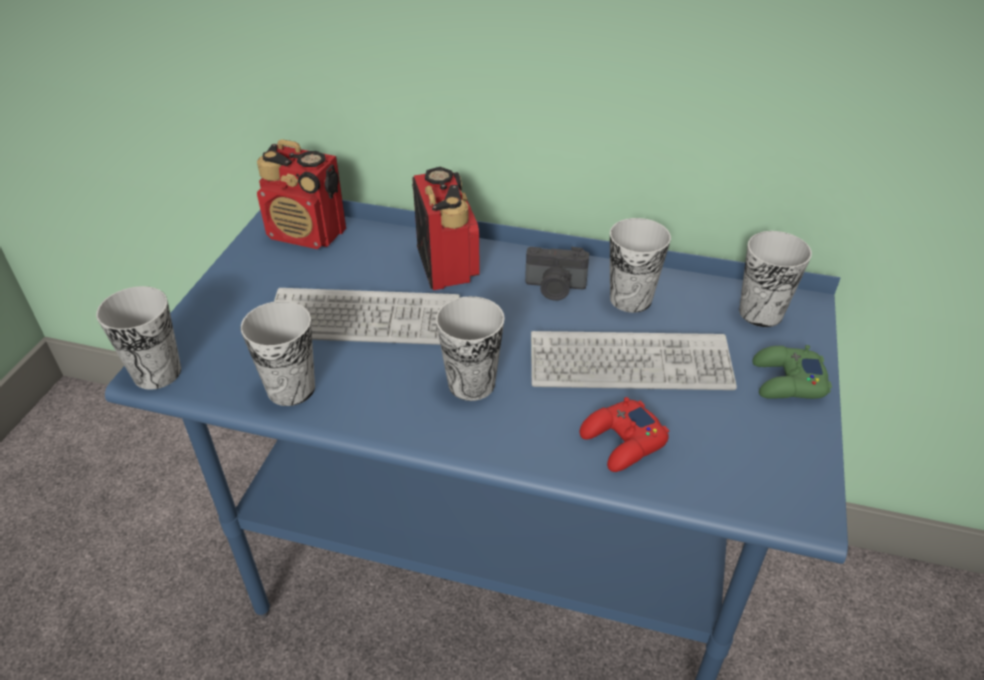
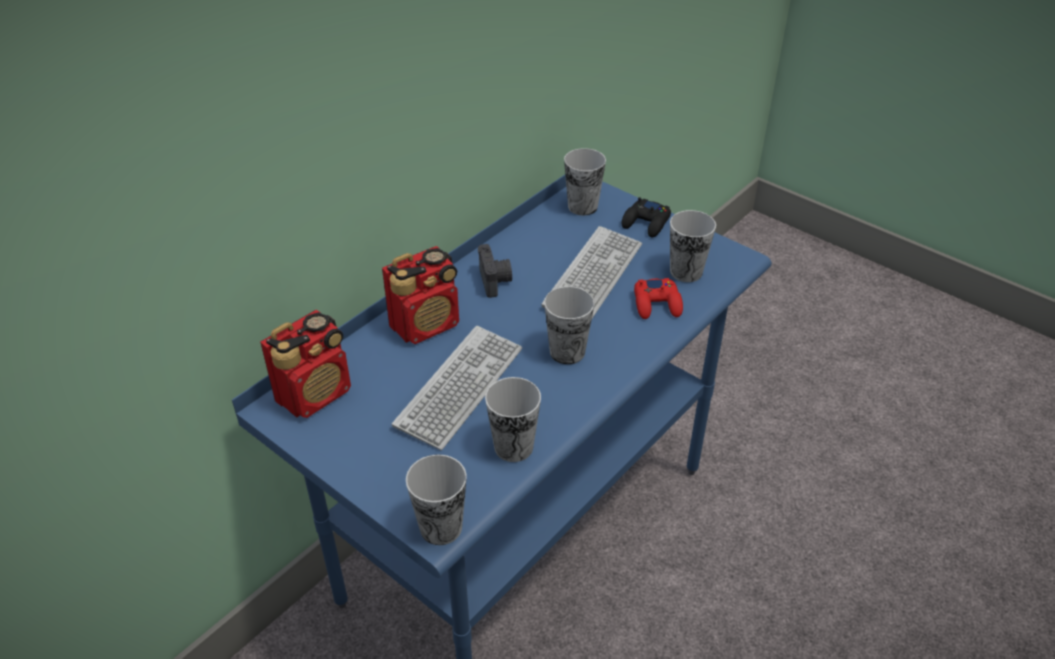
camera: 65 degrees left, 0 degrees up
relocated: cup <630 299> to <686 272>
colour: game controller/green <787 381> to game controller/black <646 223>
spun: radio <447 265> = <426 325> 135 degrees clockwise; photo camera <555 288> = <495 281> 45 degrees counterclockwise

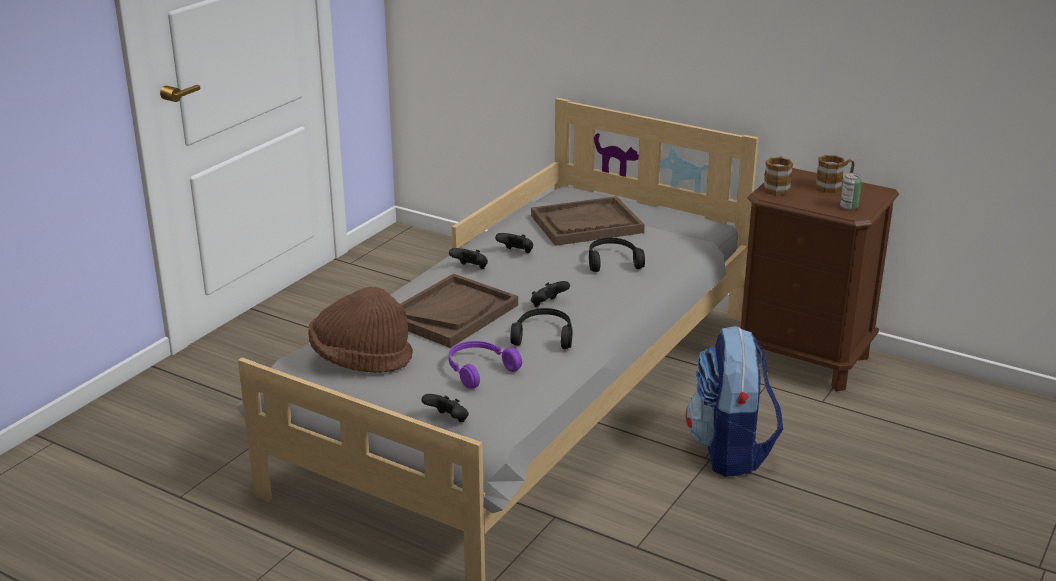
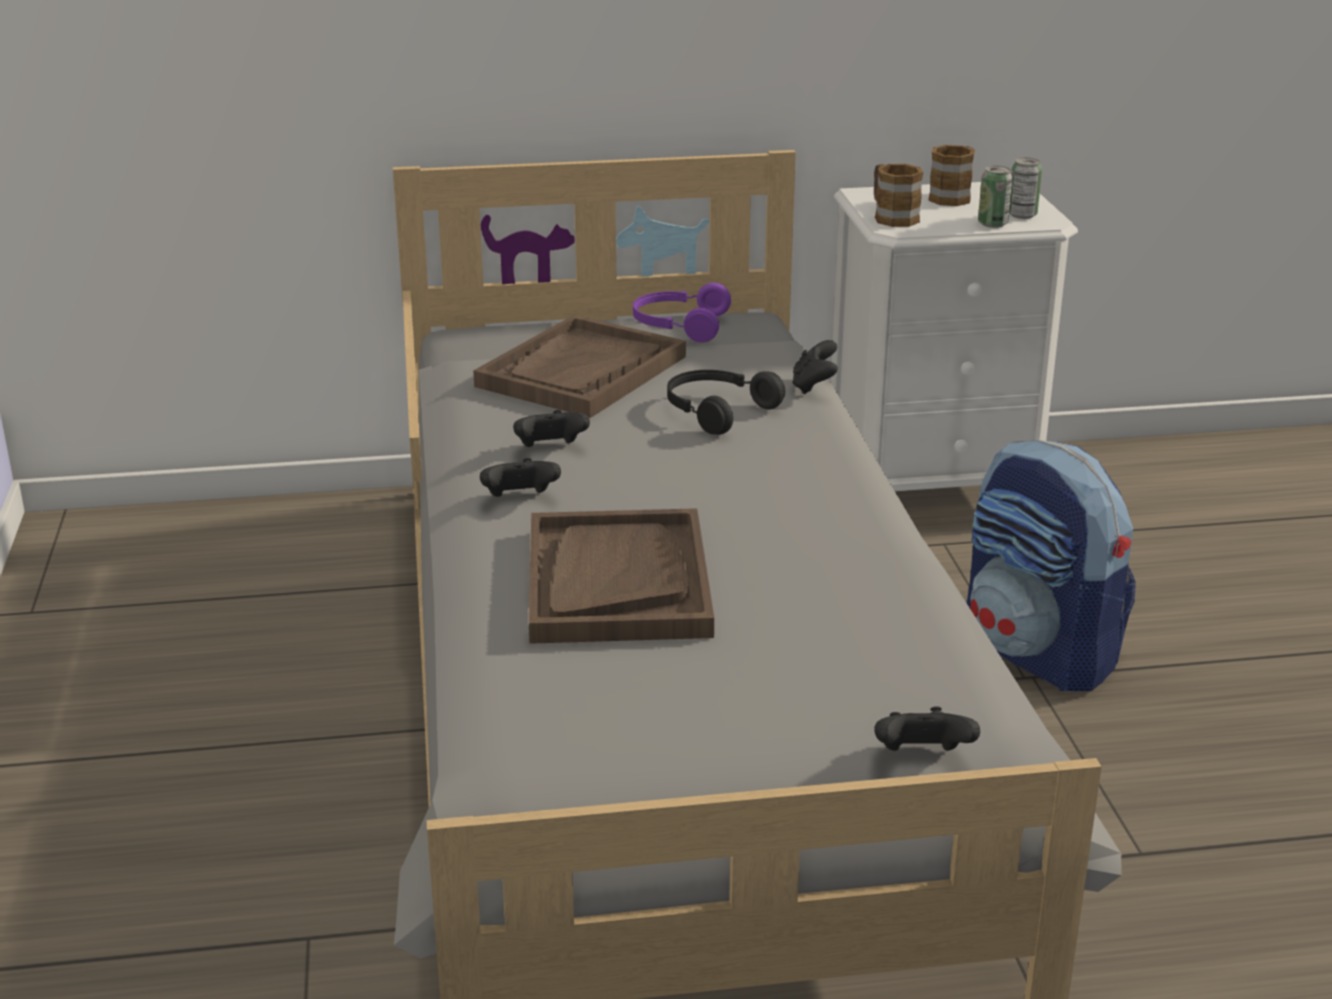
camera: 40 degrees left, 0 degrees up
missing: hat/brown <361 359>; headphones/black <544 336>
appeared: can <992 224>
relocated: headphones/purple <478 370> to <679 326>; game controller/black <548 305> to <814 386>
colour: nightstand/brown <804 359> to nightstand/white <934 490>

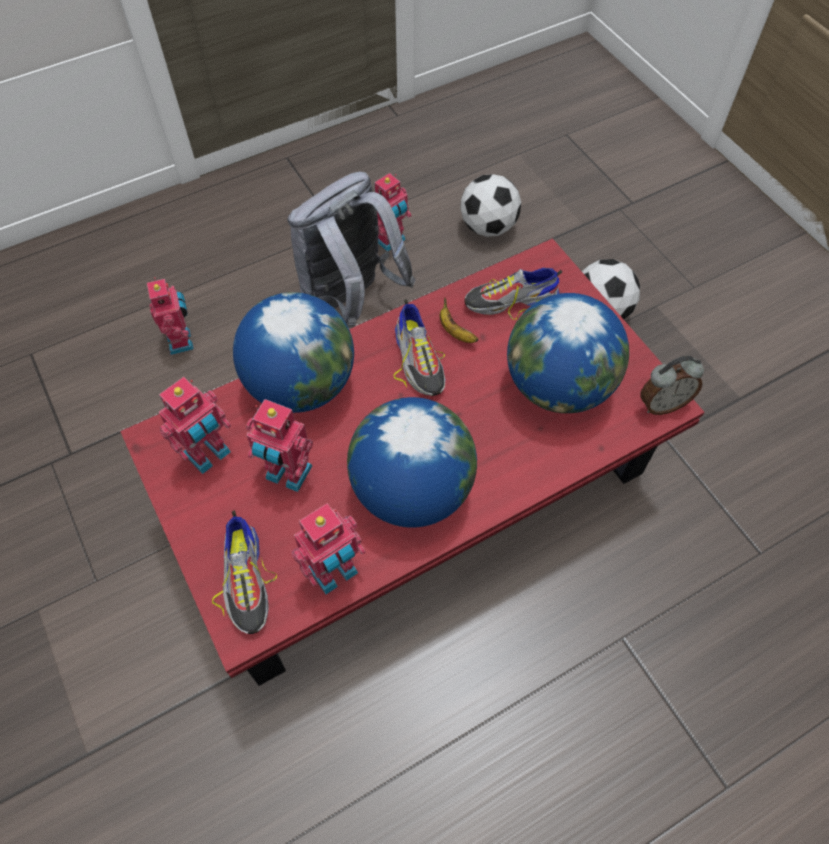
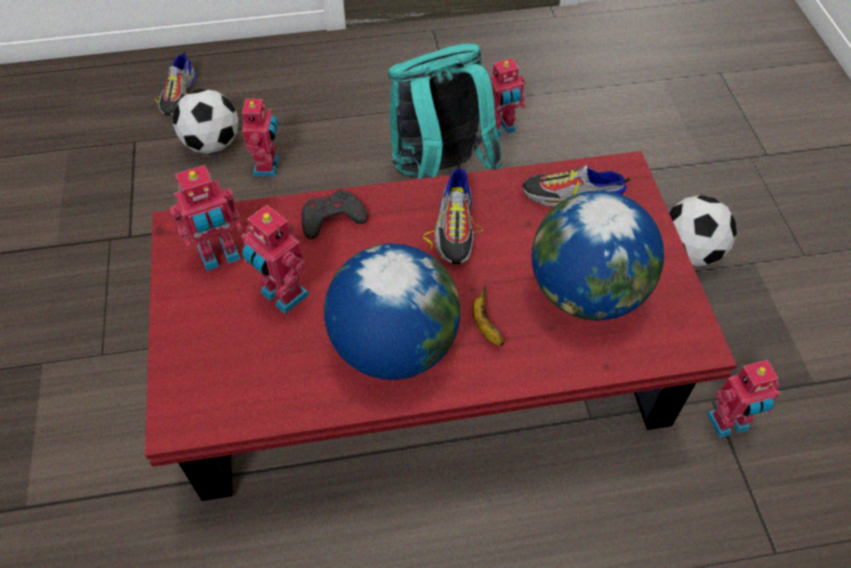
camera: 20 degrees right, 5 degrees down
missing: alarm clock <662 404>
relocated: shoe <246 580> to <179 94>; toy robot <334 573> to <728 424>; banana <455 332> to <485 326>; football <488 227> to <212 144>
exchanged: globe <301 385> to game controller/grey <332 218>
colour: backpack/grey <350 300> to backpack/turquoise <439 172>

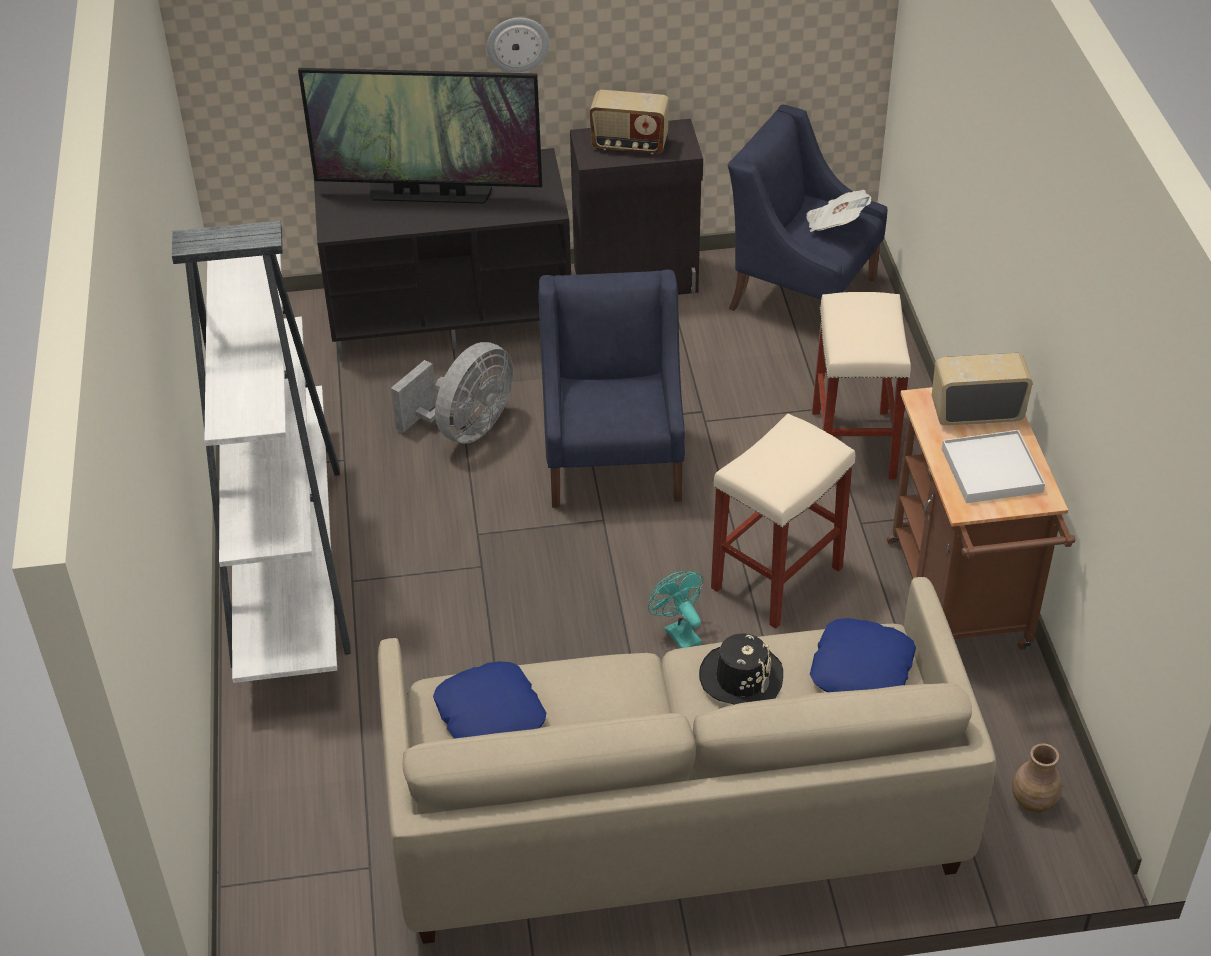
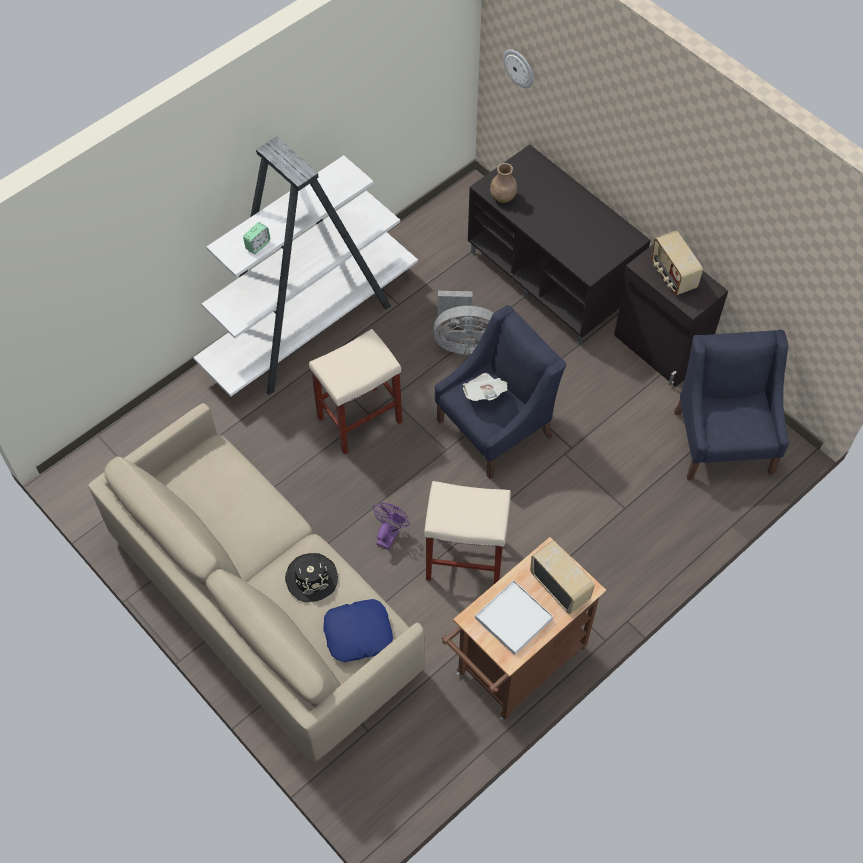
camera: 55 degrees right, 15 degrees up
missing: television <429 194>; pillow/blue <489 715>
appeared: alarm clock <258 245>
relocated: wall clock <517 43> to <519 68>; newspaper <835 224> to <484 393>; stool/beige <852 443> to <360 418>; vase/brown <1034 801> to <503 197>
colour: fan/turquoise <678 632> to fan/purple <389 534>

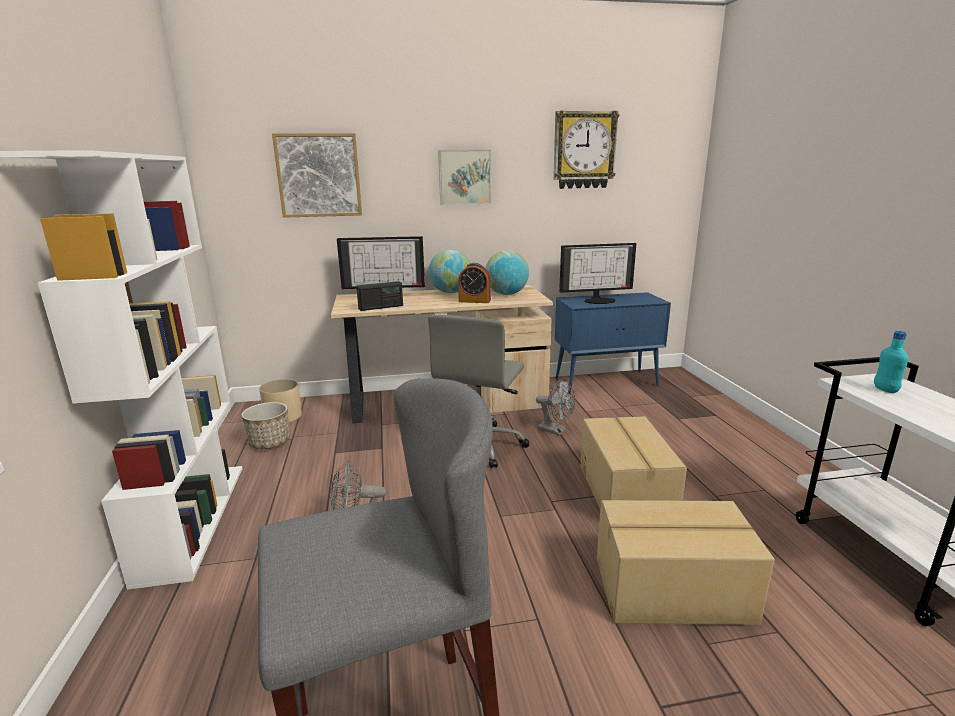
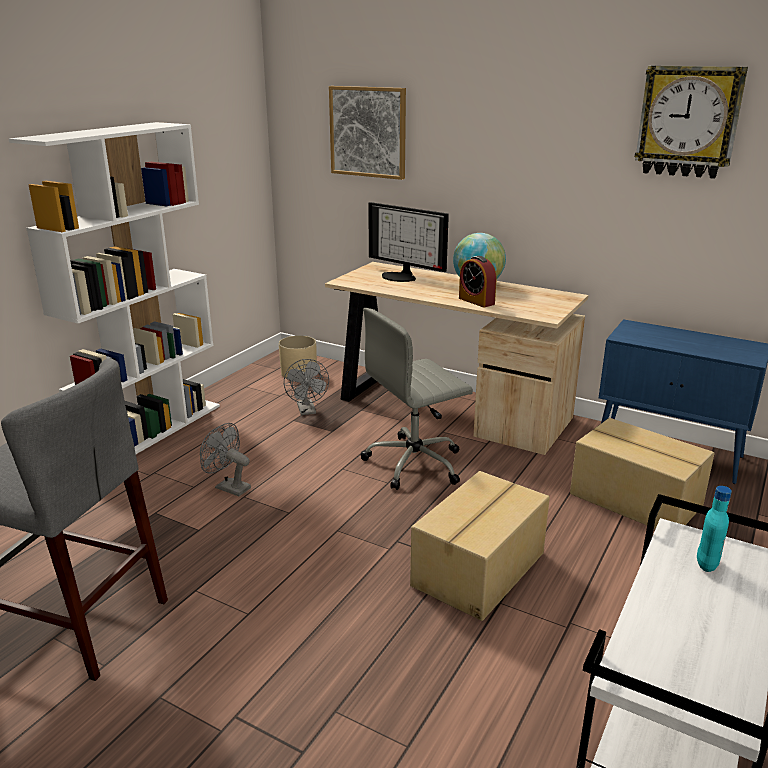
camera: 40 degrees right, 5 degrees up
missing: planter <270 443>; radio <381 307>; picture <464 177>; globe <506 294>; monitor <599 300>
relocated: fan/grey <555 430> to <307 411>; cardboard box <673 591> to <635 500>

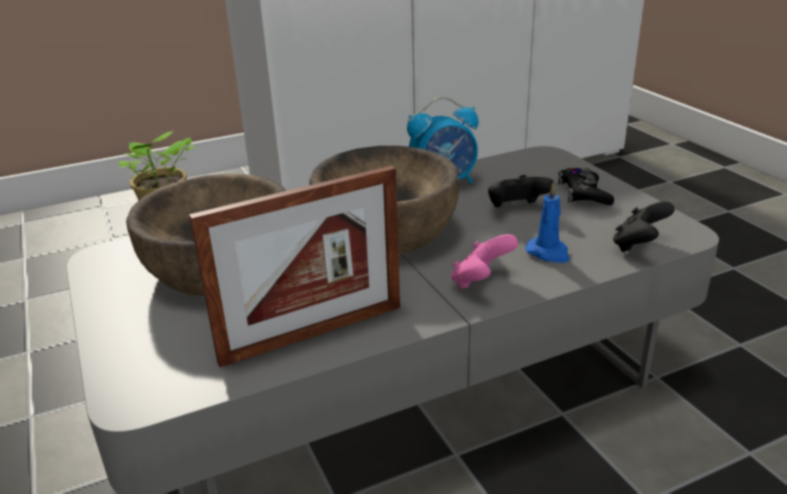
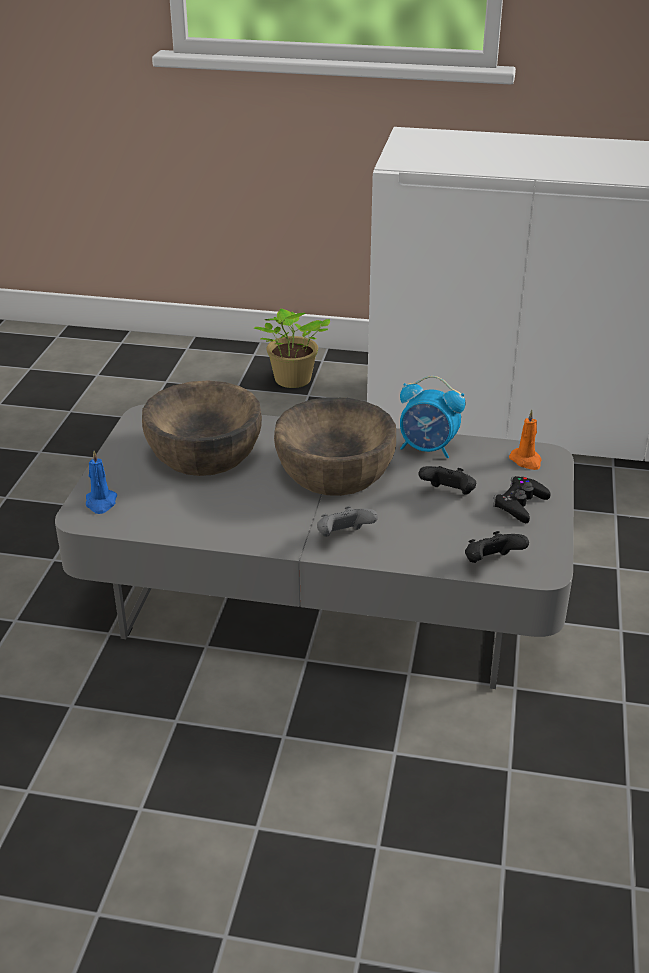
camera: 35 degrees right, 5 degrees up
missing: picture frame <313 333>
appeared: candle/orange <526 461>
relocated: candle/blue <548 253> to <101 503>
colour: game controller/pink <481 282> to game controller/grey <343 537>

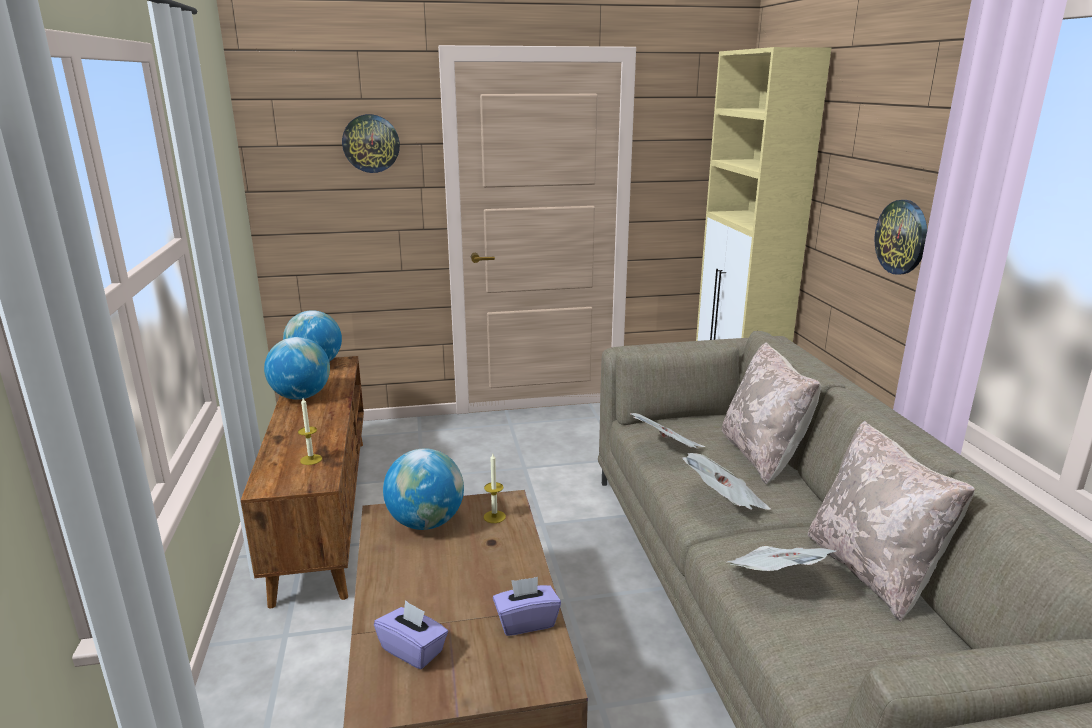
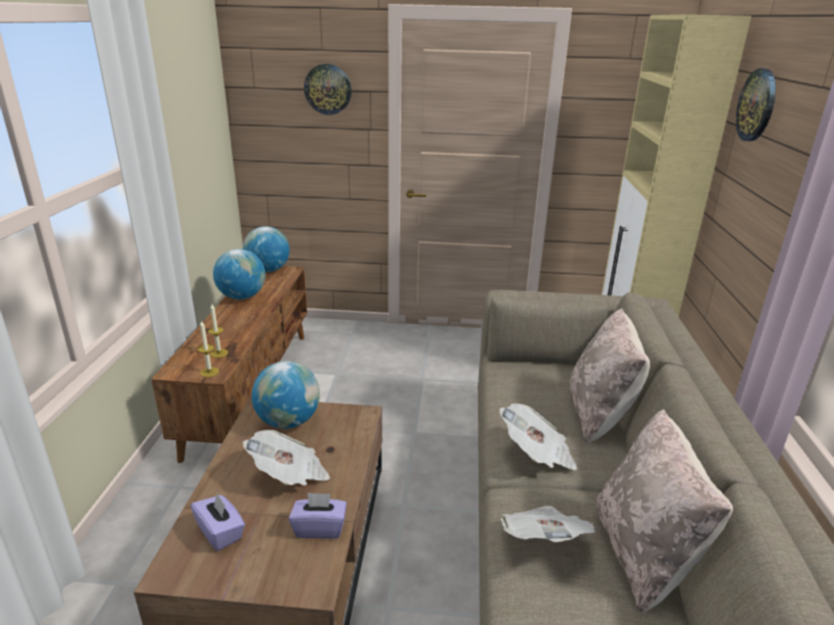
camera: 15 degrees right, 5 degrees up
relocated: candle <494 517> to <209 372>; newspaper <667 449> to <290 475>; wall clock <902 237> to <757 105>

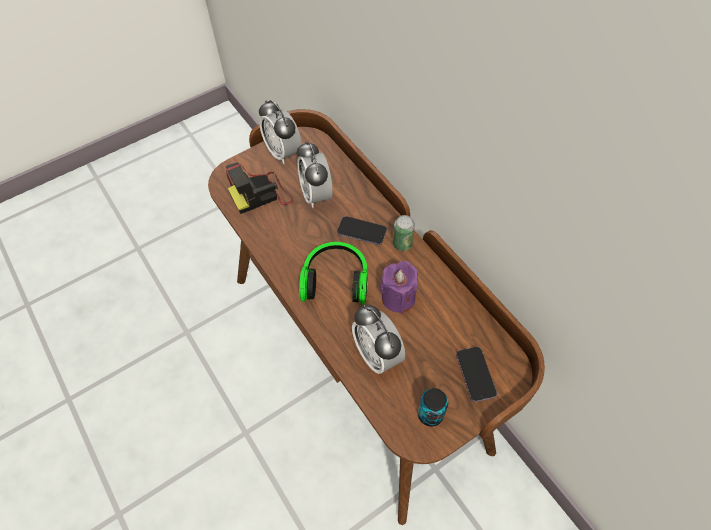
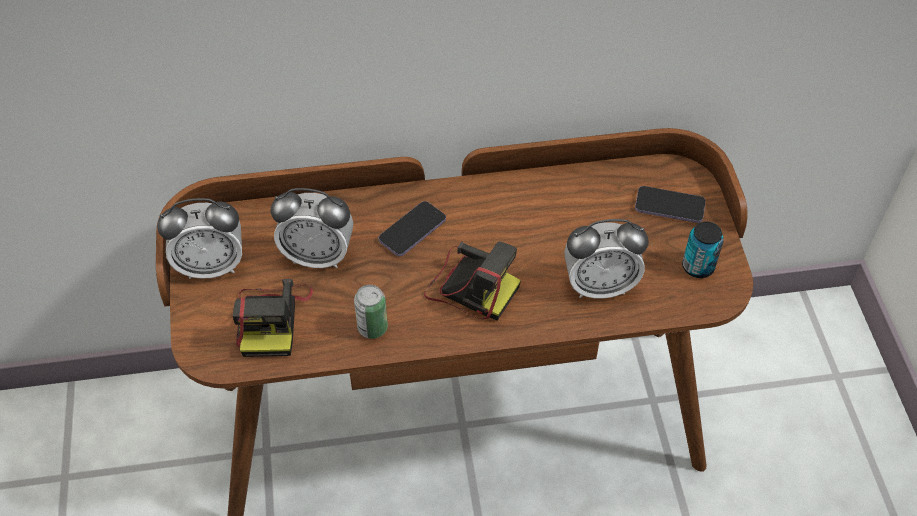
camera: 65 degrees left, 5 degrees down
missing: candle/purple <398 297>
relocated: can <402 244> to <372 328>
exchanged: headphones <335 280> to photo camera <470 286>

